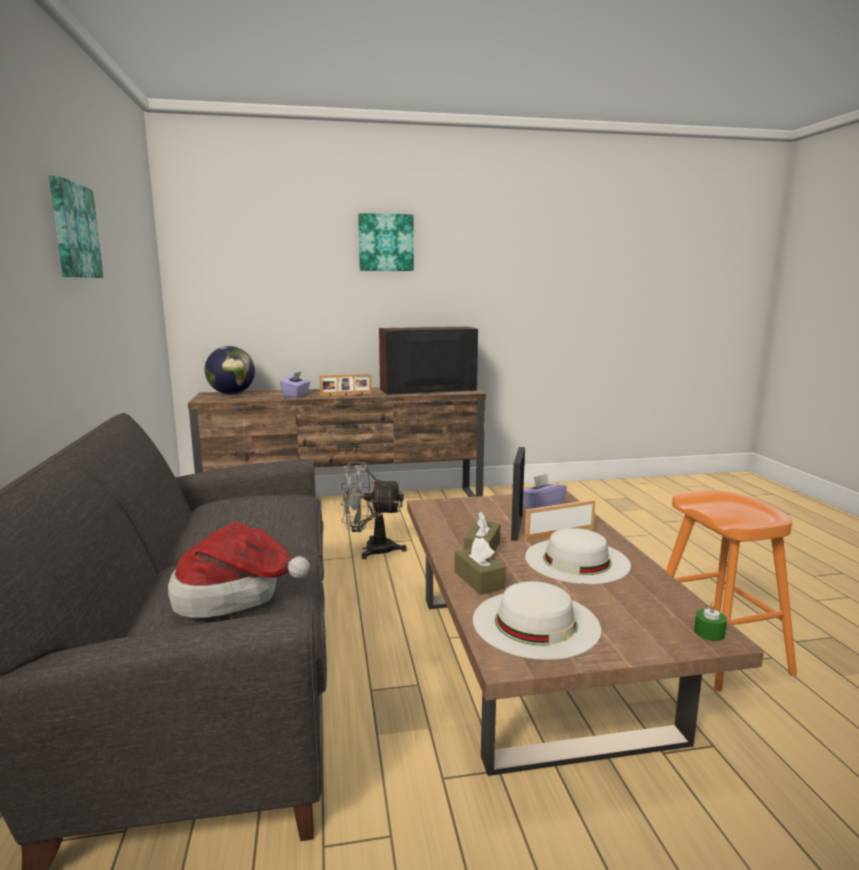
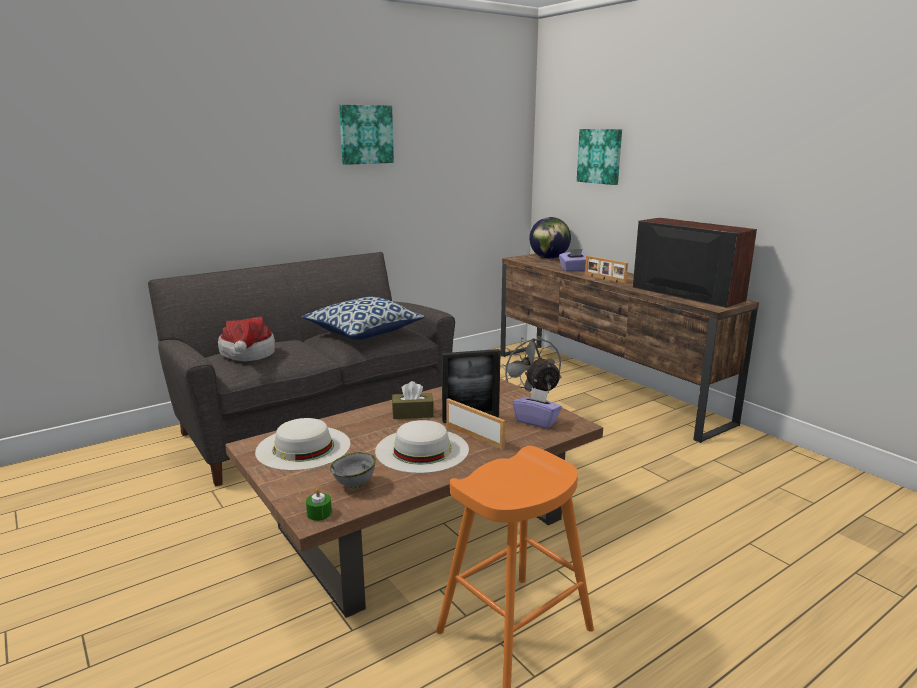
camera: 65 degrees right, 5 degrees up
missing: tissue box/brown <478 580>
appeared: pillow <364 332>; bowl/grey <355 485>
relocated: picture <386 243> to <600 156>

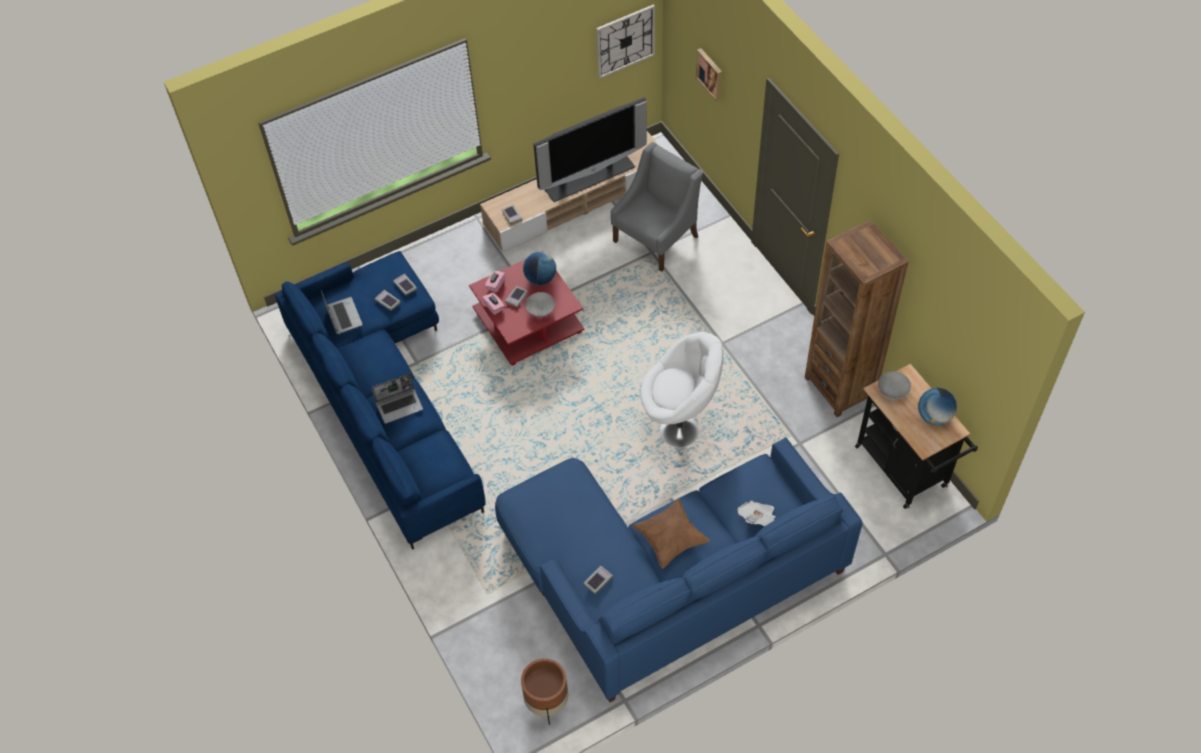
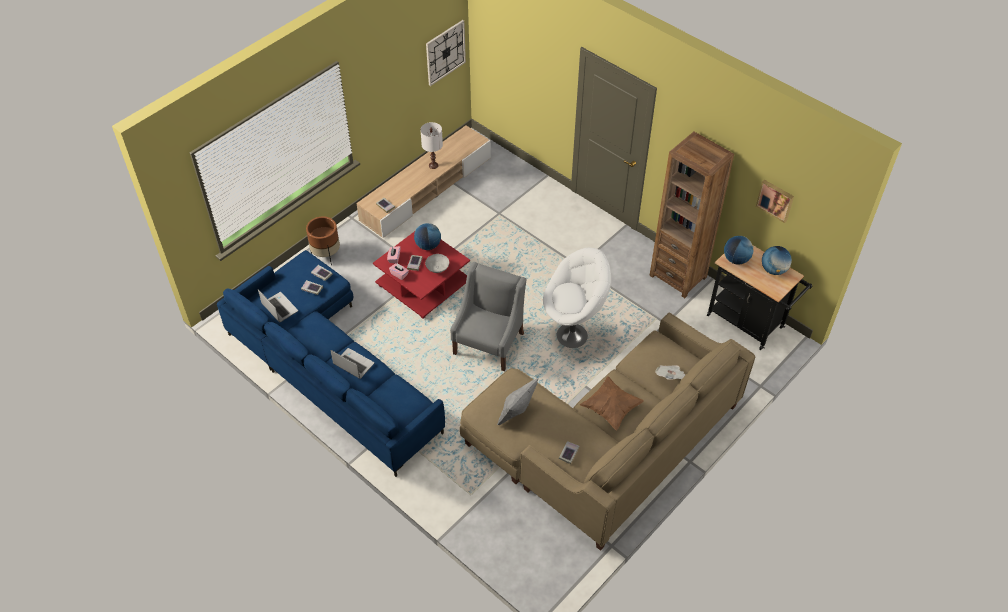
camera: 20 degrees left, 5 degrees down
appeared: pillow/grey <517 414>
relocated: planter/brown <547 702> to <326 254>; armchair/grey <656 238> to <489 343>; picture <710 74> to <775 200>
exchanged: television <588 175> to table lamp/white <433 165>; bowl/grey <892 391> to globe <736 259>
colour: sofa/blue <667 576> to sofa/beige <606 444>
spun: laptop <400 405> = <353 364> 105 degrees counterclockwise

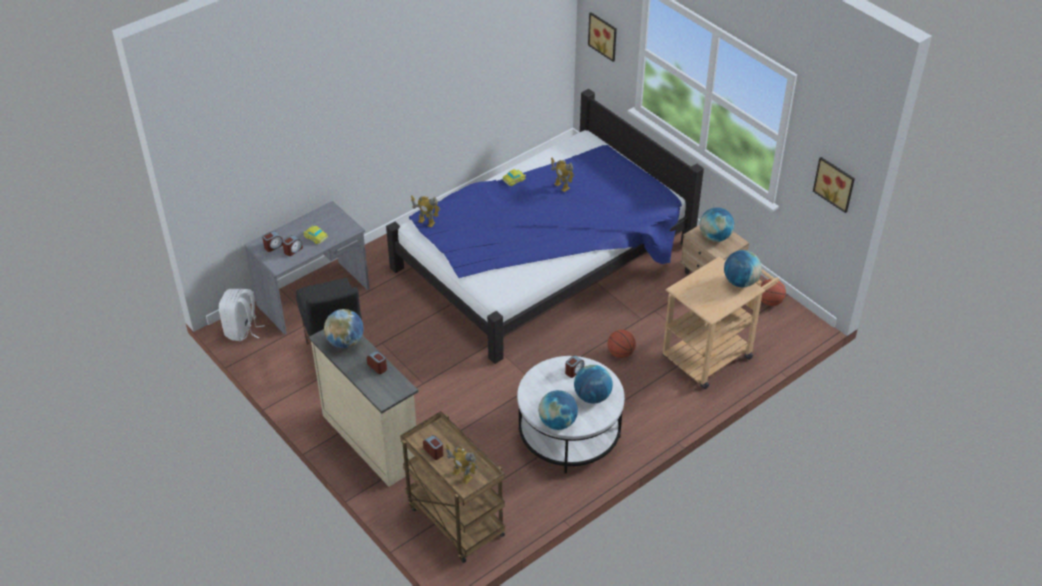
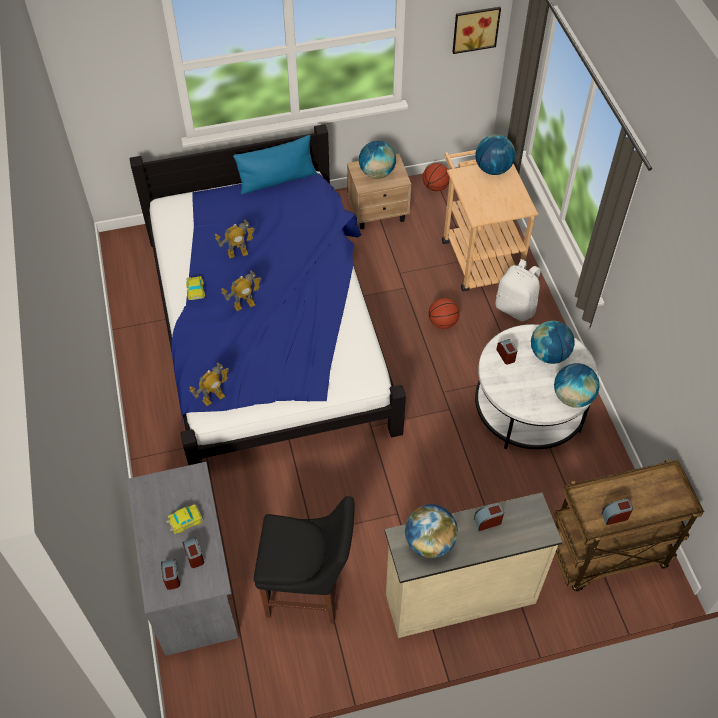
camera: 65 degrees left, 10 degrees up
missing: picture <604 36>
appeared: pillow/blue <277 180>
relocated: backpack/white <242 330> to <516 308>; toy robot <462 475> to <244 305>

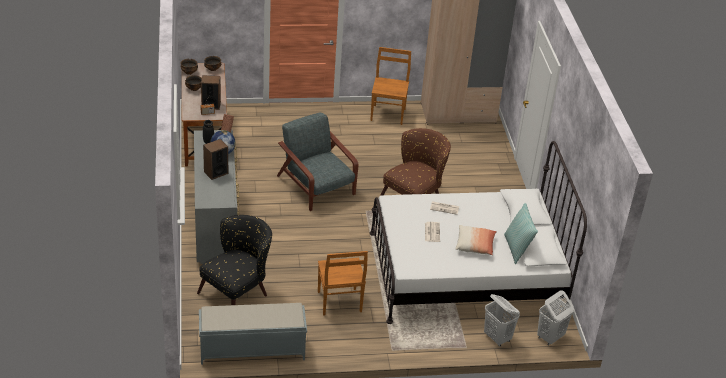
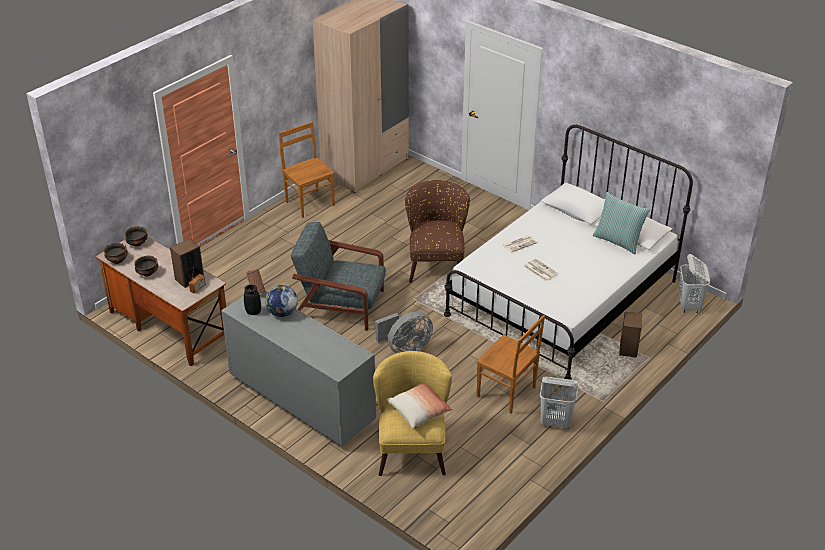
camera: 40 degrees left, 0 degrees up
missing: bench/grey <251 349>
appeared: fan/grey <405 348>
relocated: speaker <216 172> to <628 349>; pillow <475 245> to <419 411>; laundry basket/white <497 338> to <556 422>
colour: armchair/black <238 291> to armchair/yellow <412 446>

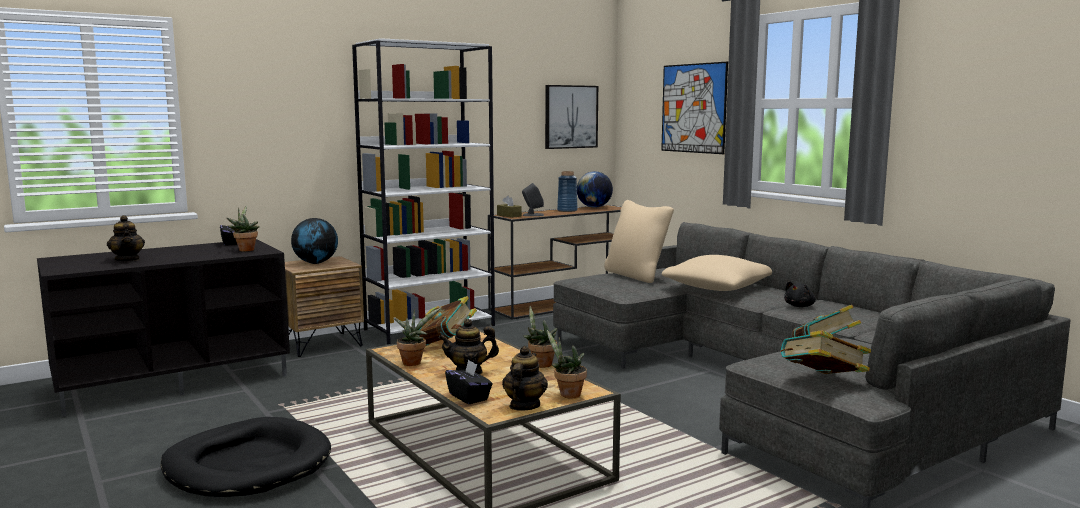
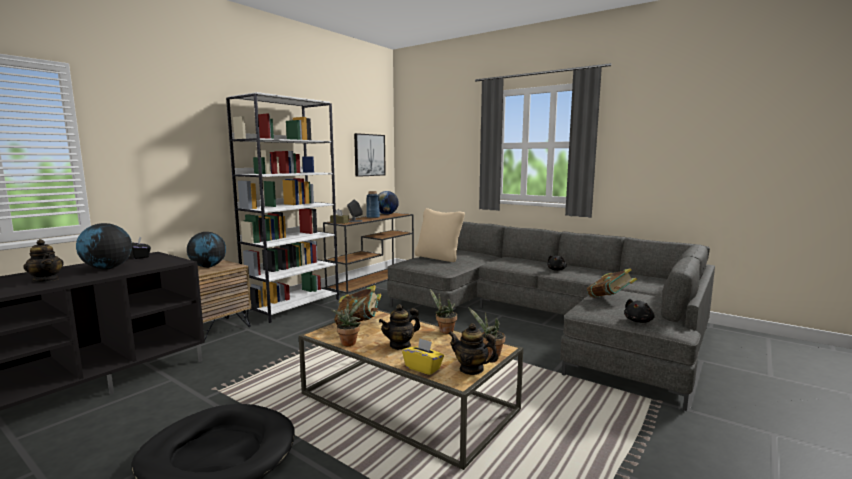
camera: 20 degrees left, 0 degrees up
missing: potted plant <245 250>; picture <693 108>; pillow/beige <717 288>
appeared: globe <107 268>
exchanged: book <822 382> to plush toy/black <638 321>
colour: tissue box/black <469 397> to tissue box/yellow <423 368>
spun: teapot <524 406> = <471 369> 60 degrees counterclockwise

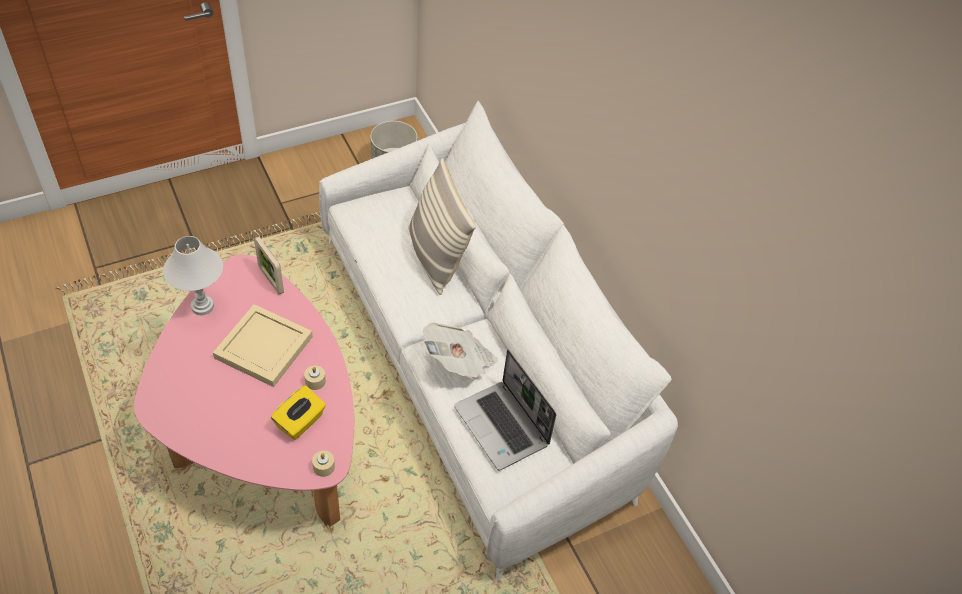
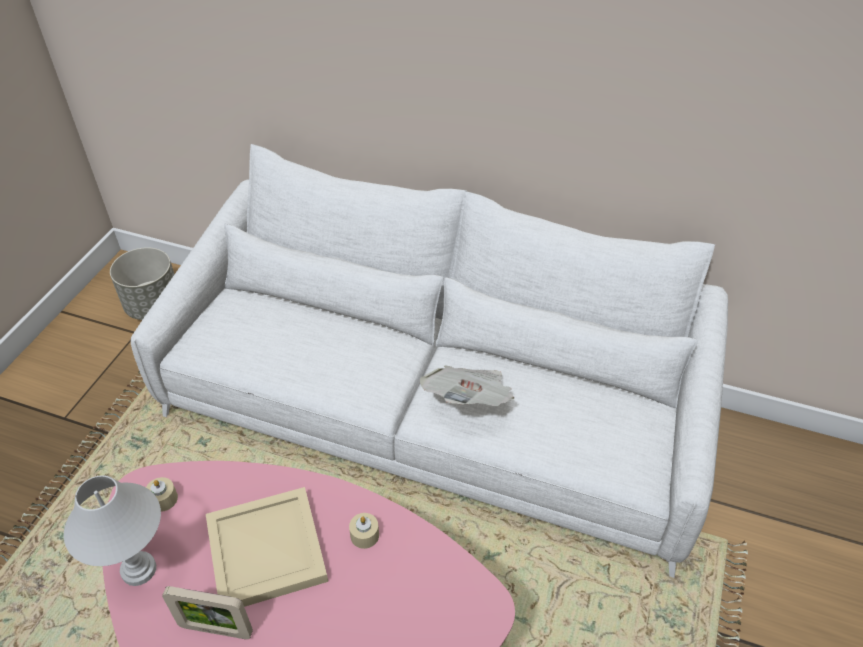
camera: 40 degrees left, 5 degrees down
missing: tissue box/yellow <300 422>; pillow <436 258>; laptop <503 426>
relocated: picture frame <271 280> to <216 630>; candle/beige <323 467> to <163 499>

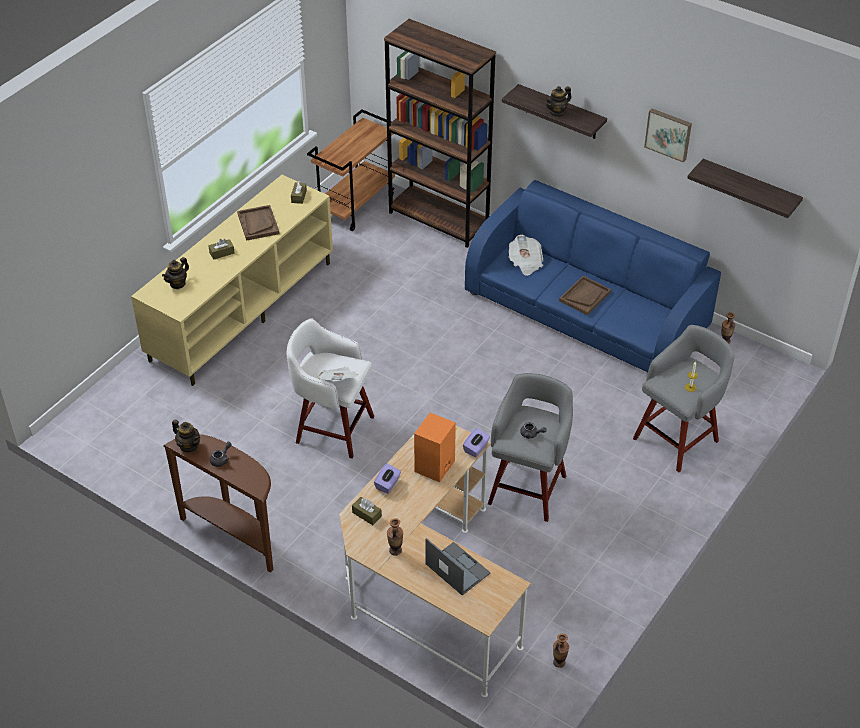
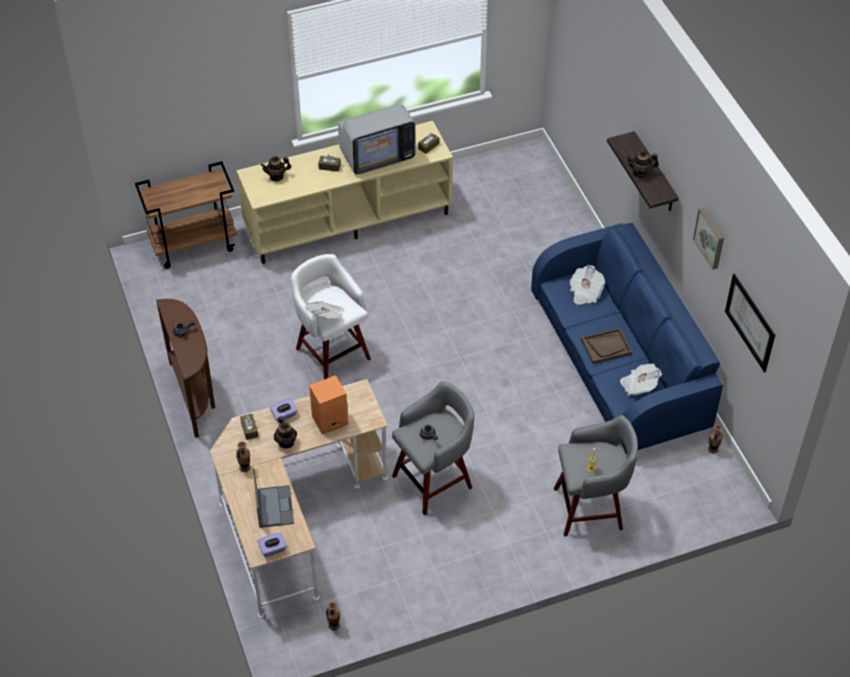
camera: 35 degrees right, 5 degrees up
missing: bookcase/brown <439 220>
appeared: newspaper <639 385>
relocated: teapot <189 446> to <286 442>; cart/brown <355 205> to <194 244>; tissue box/purple <476 448> to <273 549>
exchanged: tray/brown <258 224> to television <377 155>; shelf <749 189> to picture <750 322>

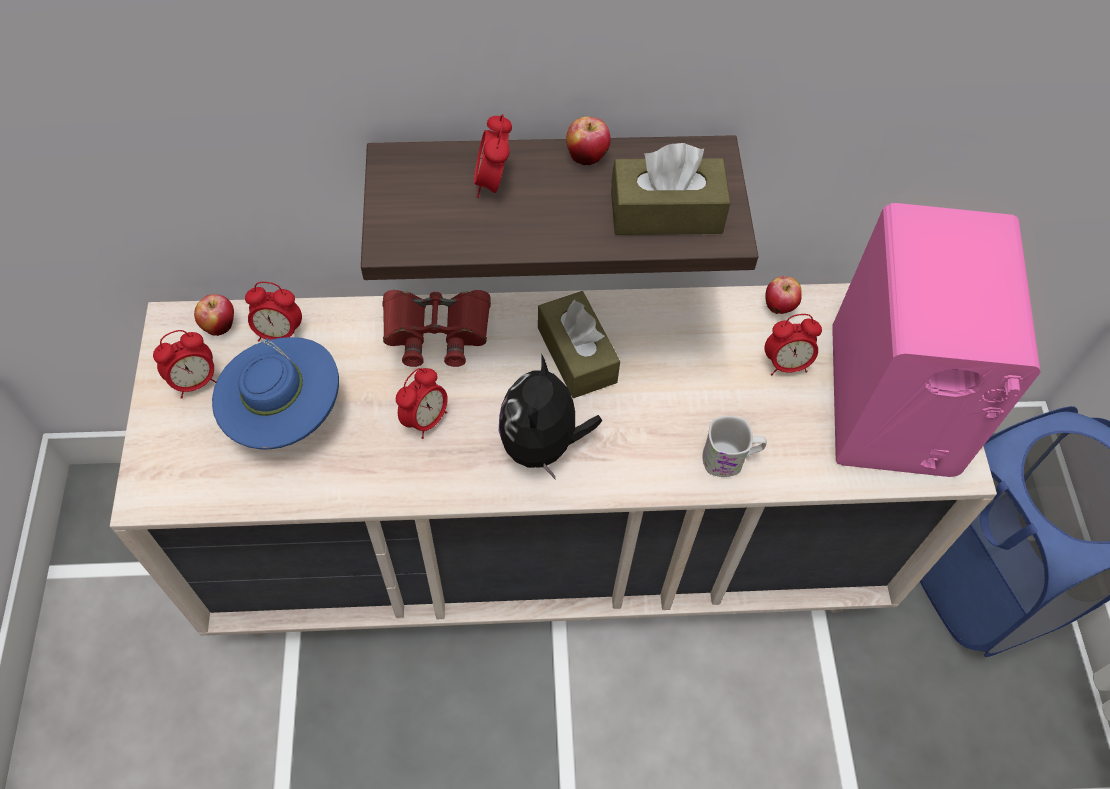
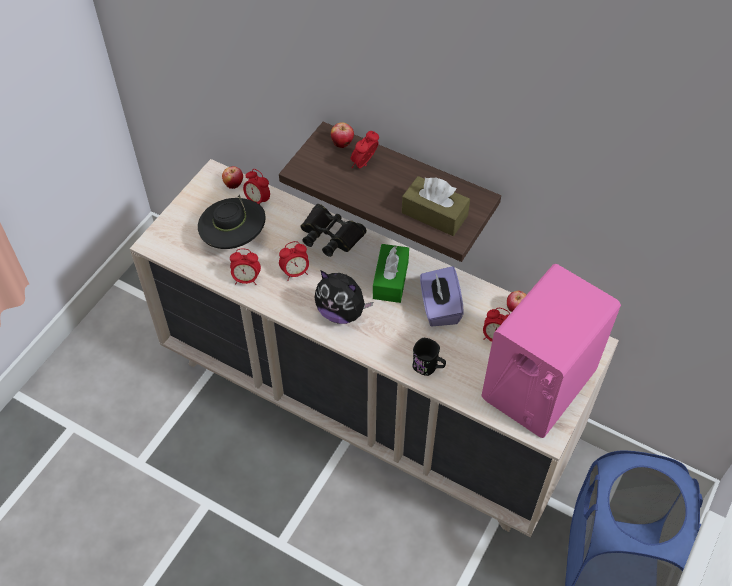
camera: 35 degrees right, 5 degrees down
appeared: tissue box/purple <439 307>
relocated: alarm clock <195 382> to <246 279>; apple <587 157> to <342 144>
colour: hat/blue <285 415> to hat/black <234 238>; binoculars/red <436 331> to binoculars/black <330 235>; tissue box/brown <576 355> to tissue box/green <390 280>; mug/white <730 459> to mug/black <429 367>
spun: plush toy <543 444> = <341 312> 105 degrees counterclockwise

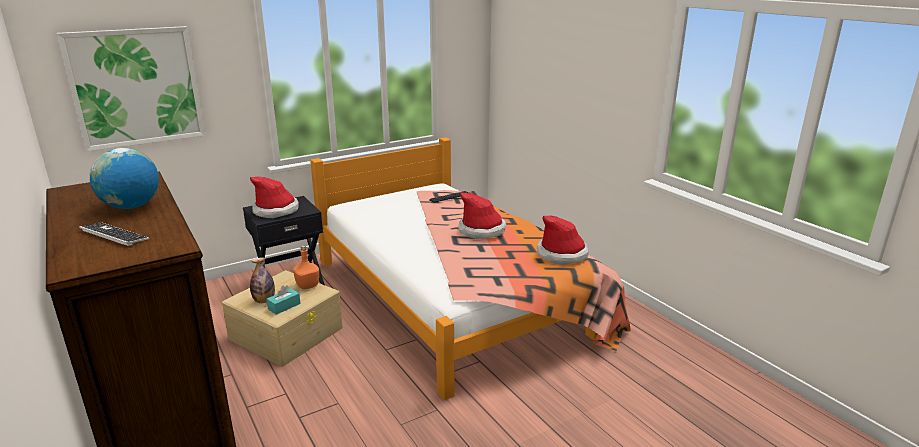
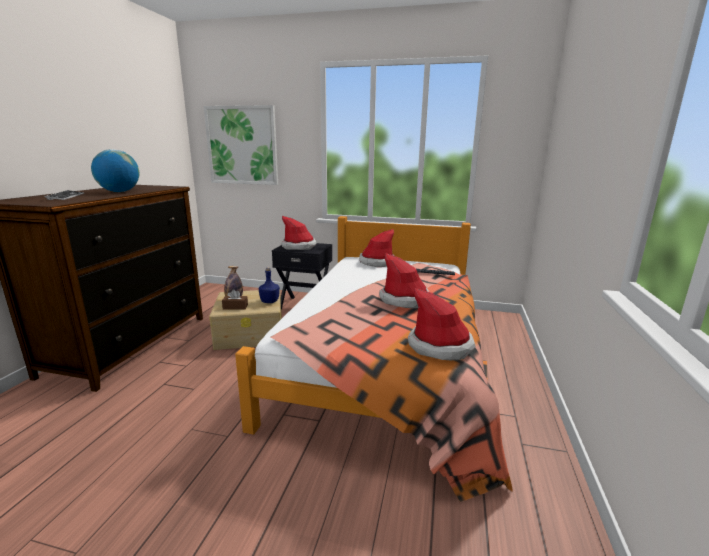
camera: 45 degrees right, 5 degrees down
appeared: hat <377 262>
colour: tissue box/turquoise <284 306> to tissue box/brown <235 307>; bottle/orange <308 285> to bottle/blue <270 301>

